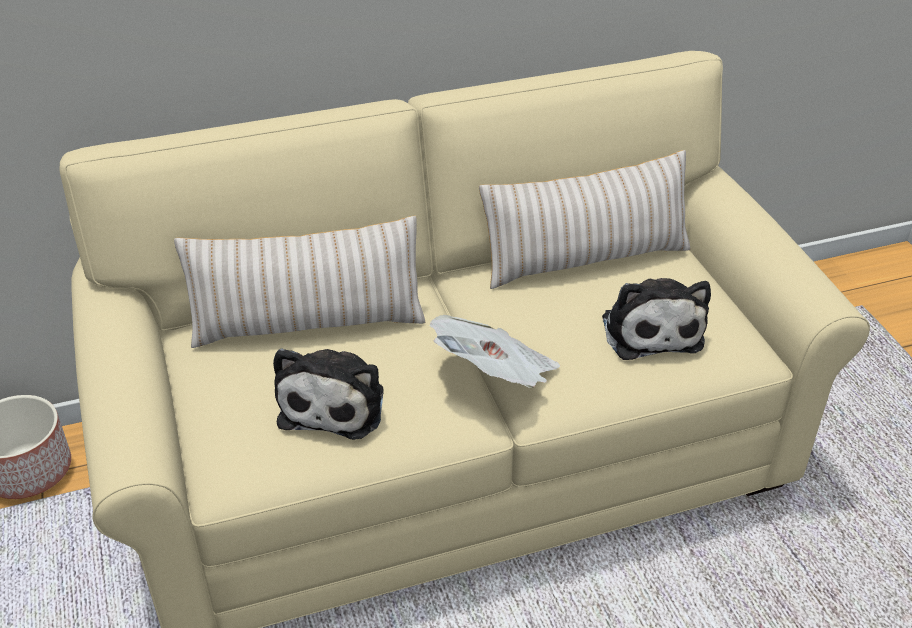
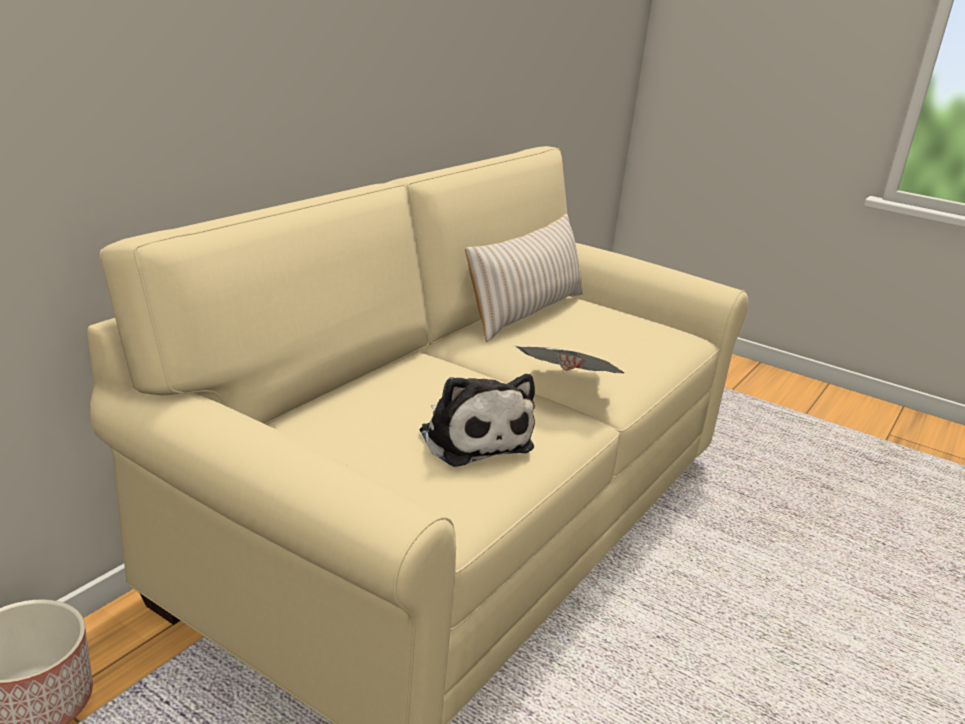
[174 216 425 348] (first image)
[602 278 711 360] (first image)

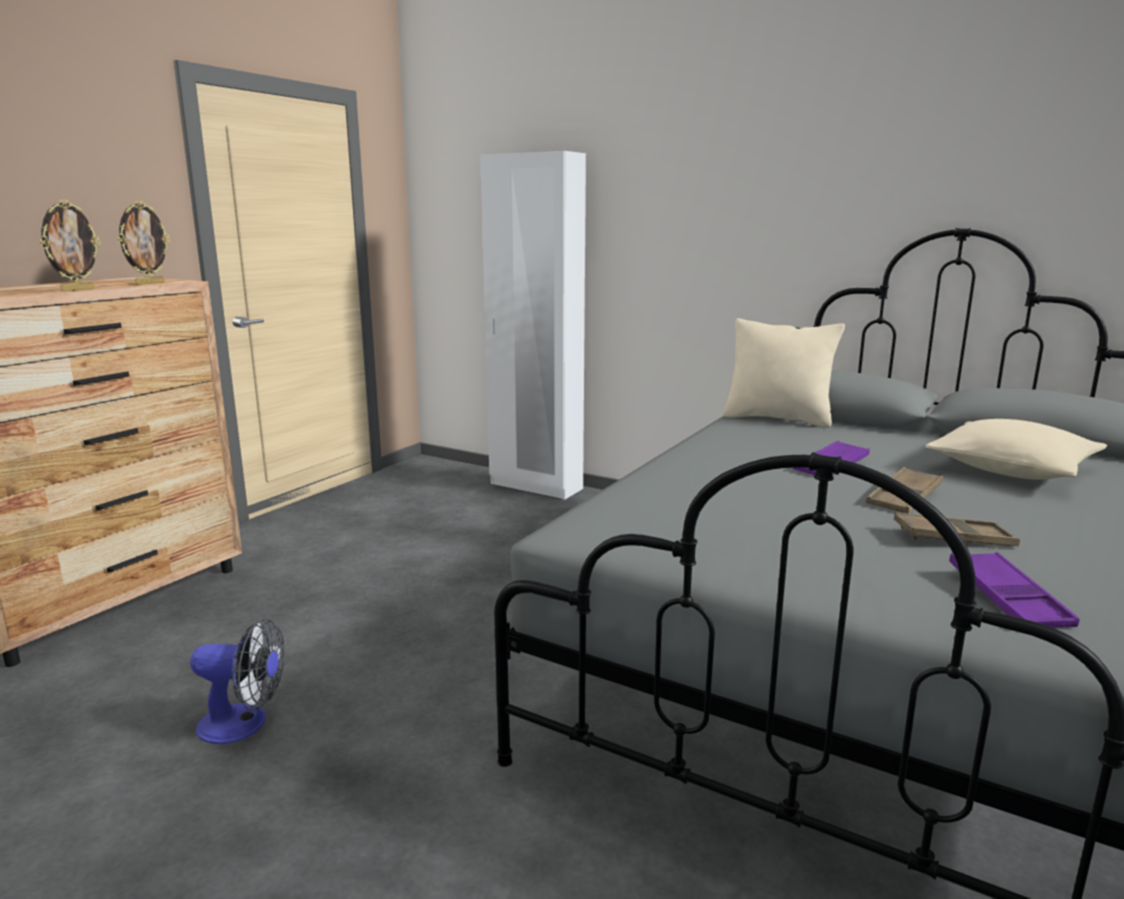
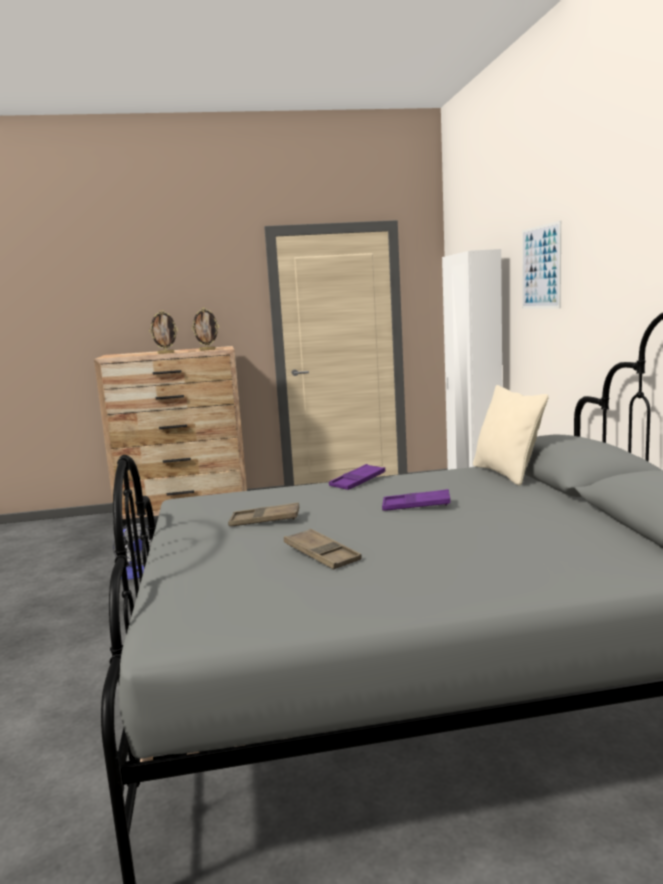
[228 503 300 526]
[329 464 385 490]
[522 221 561 309]
[925 419 1107 480] (first image)

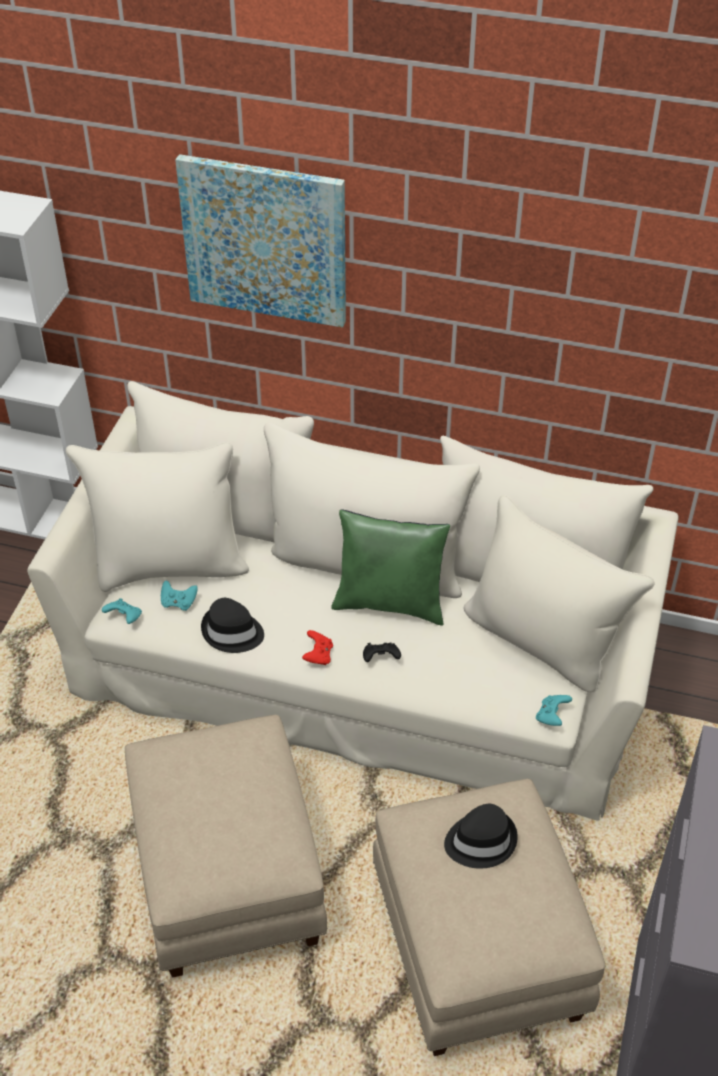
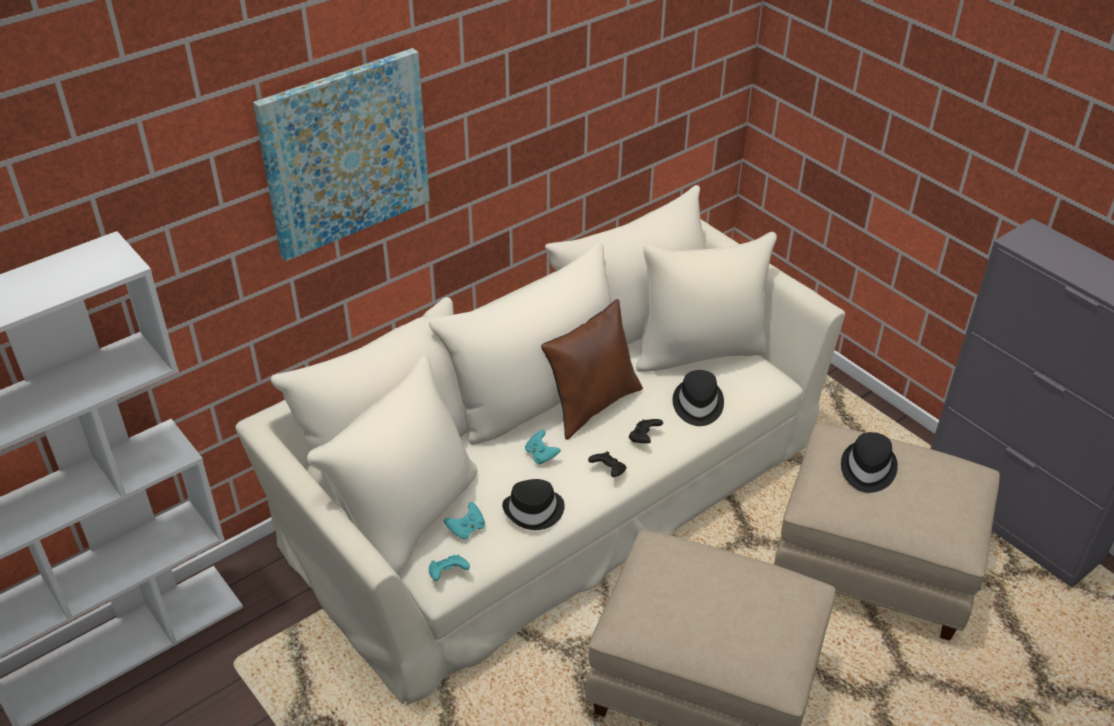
[525 430 561 465]
[541 299 643 440]
[588 451 627 477]
[673 370 724 426]

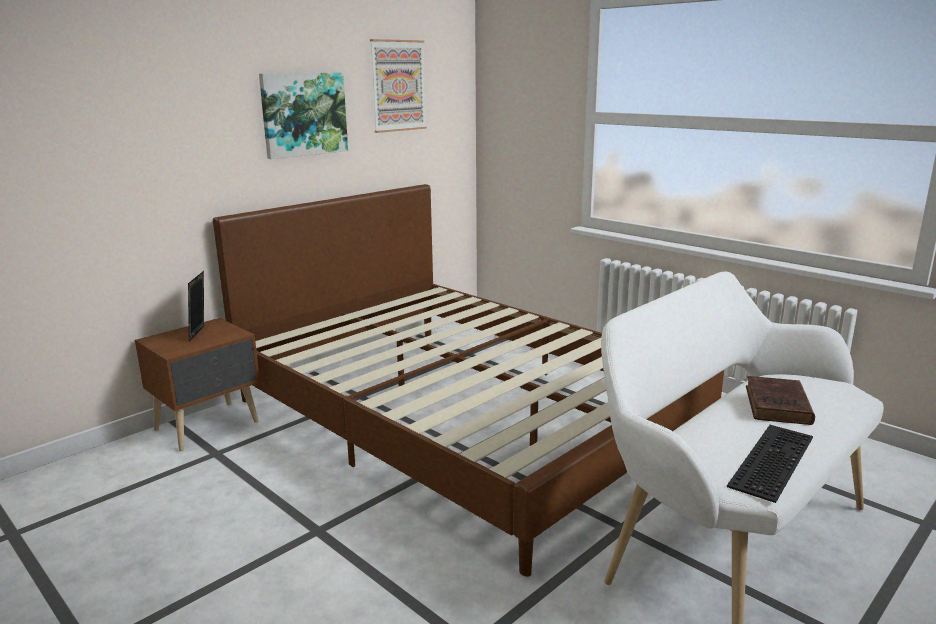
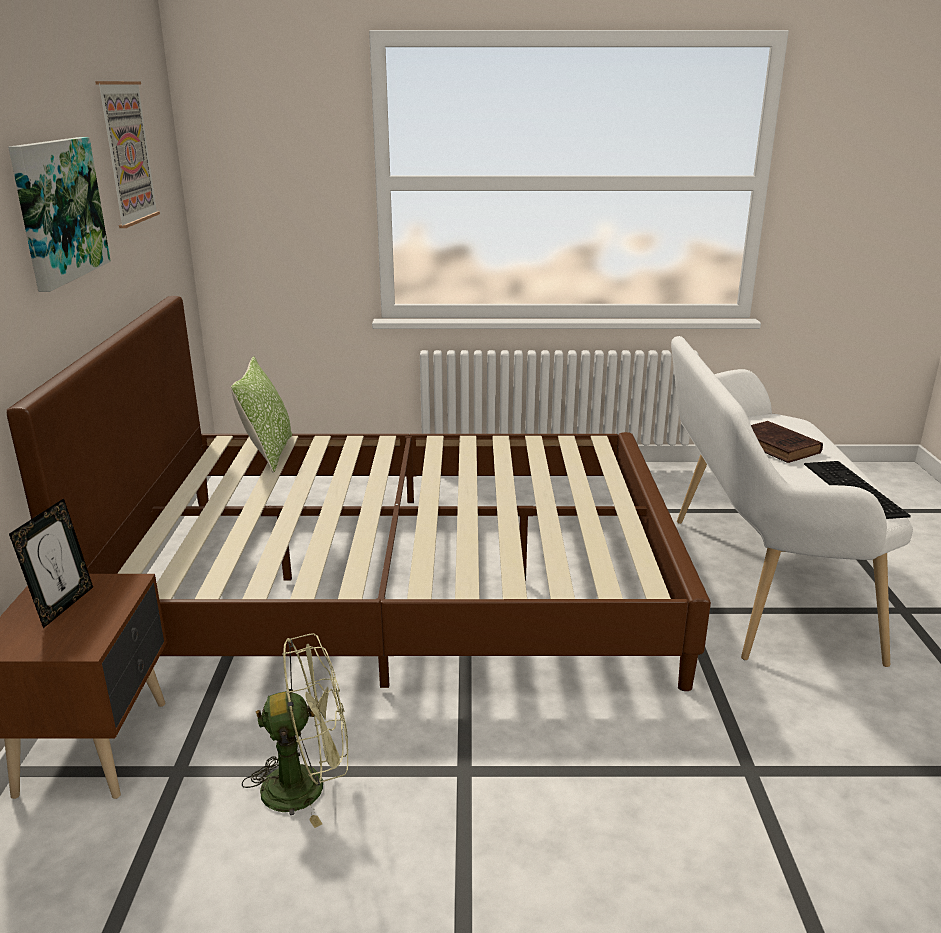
[9 498 93 628]
[231 356 292 473]
[242 633 348 828]

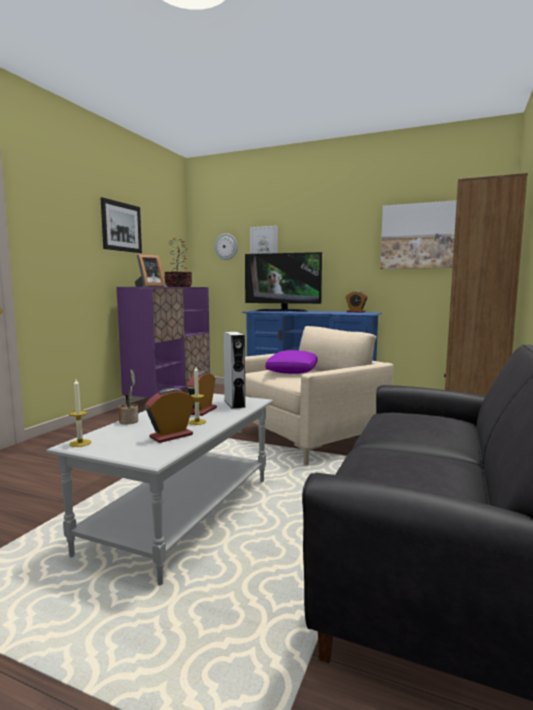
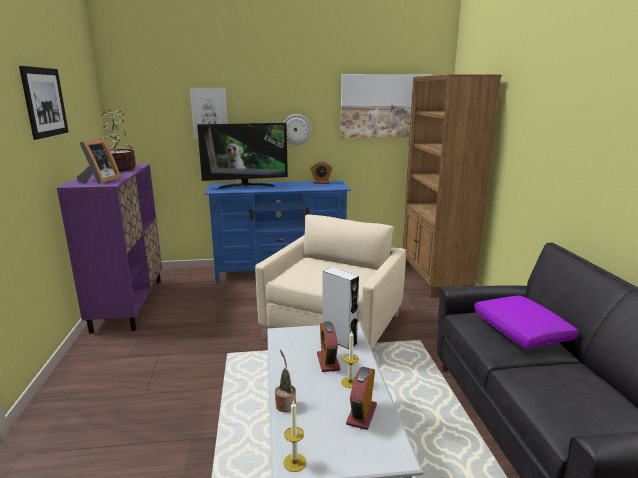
[283 114 312 145]
[474 295 579 349]

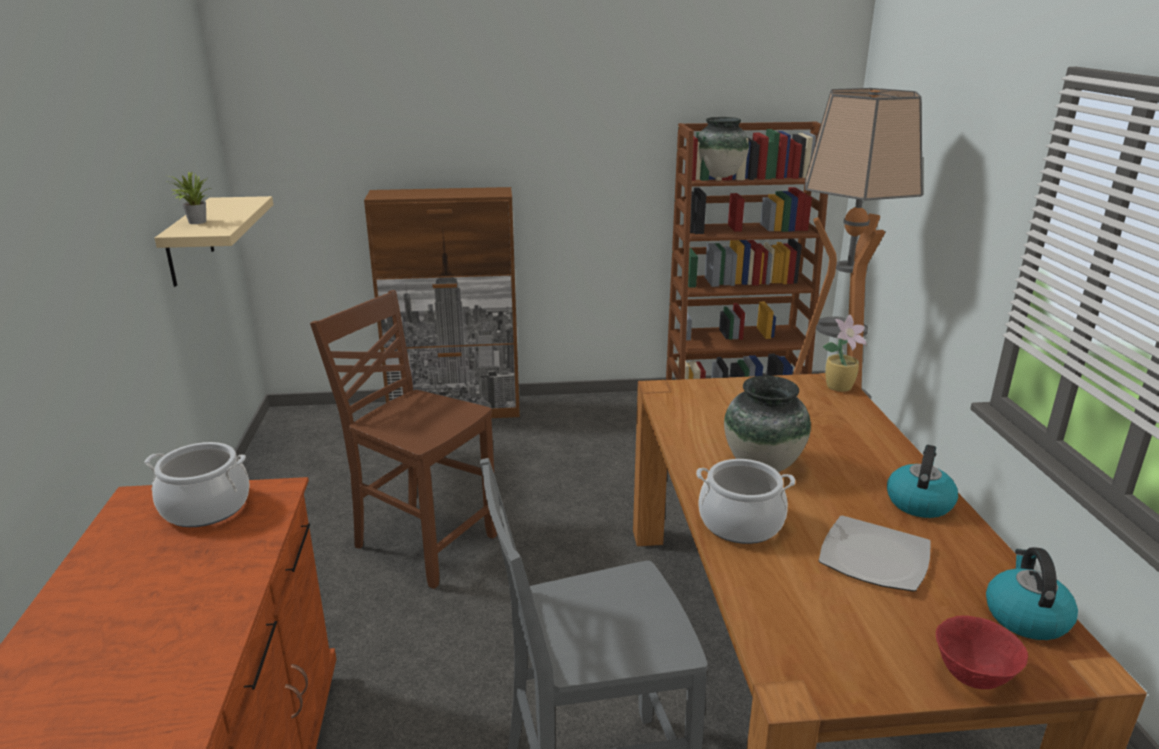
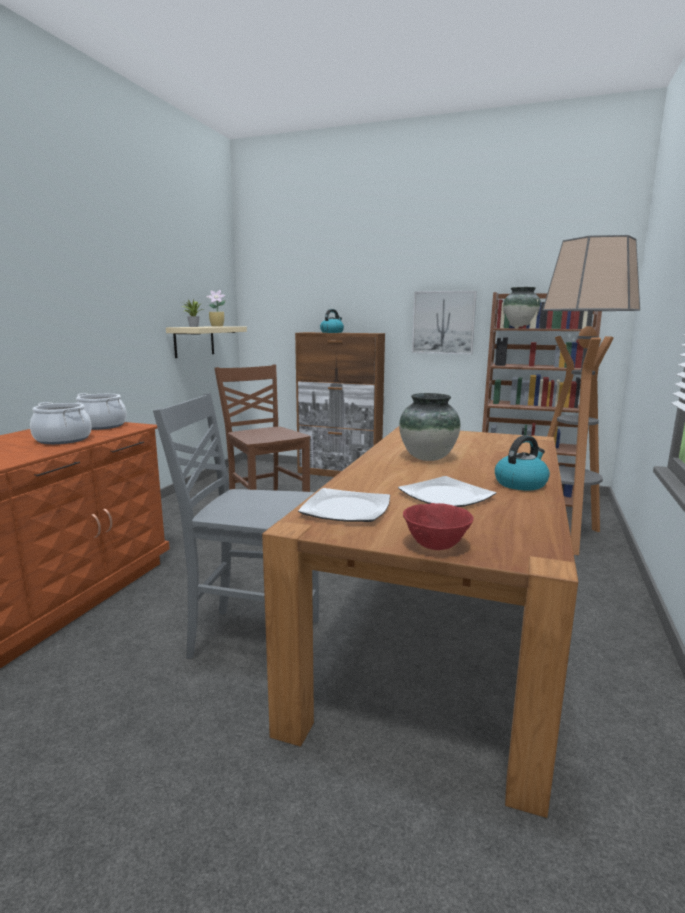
[30 402 92 444]
[206 290 225 327]
[298 488 390 522]
[320 309 344 333]
[412 291 477 355]

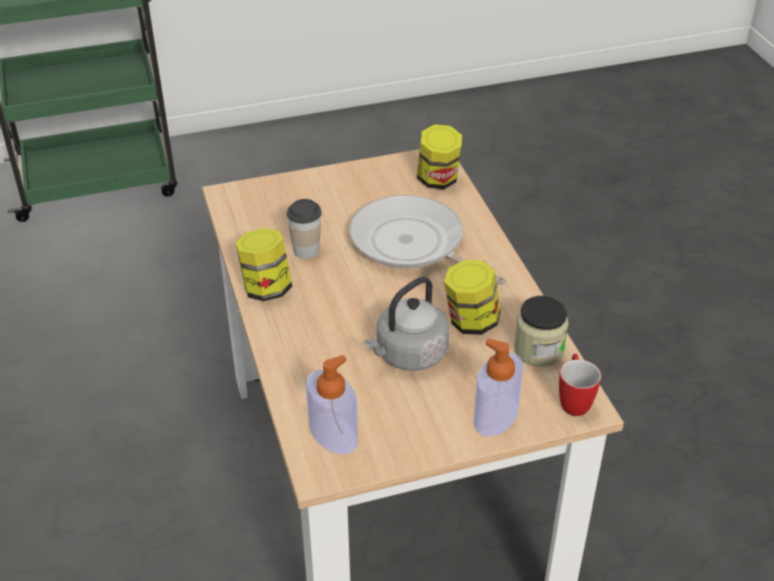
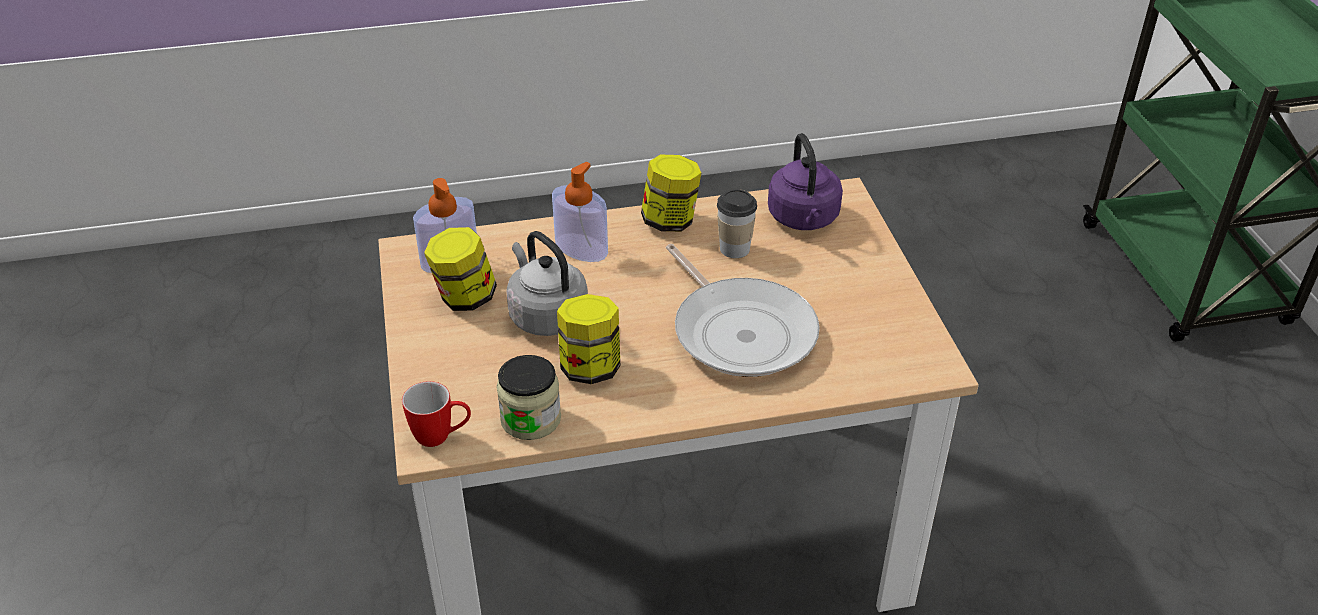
[424 227 497 311]
[552 162 608 262]
[666 244 820 377]
[768 133 843 230]

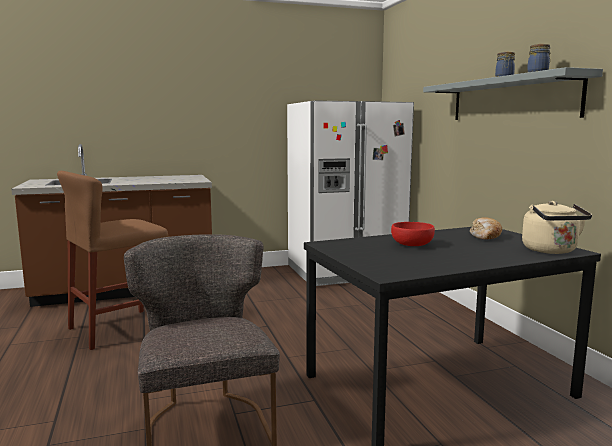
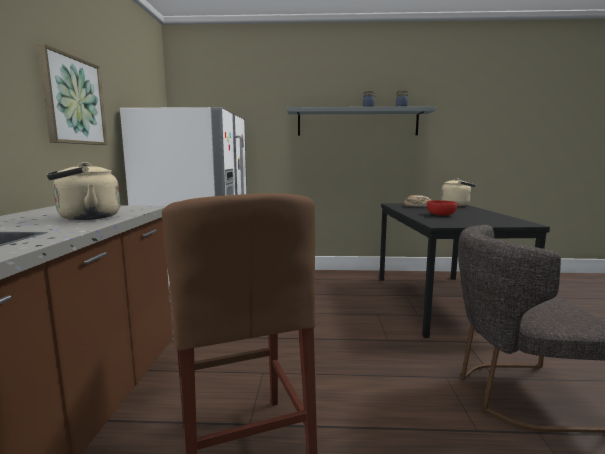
[37 44 107 145]
[47 162 120 220]

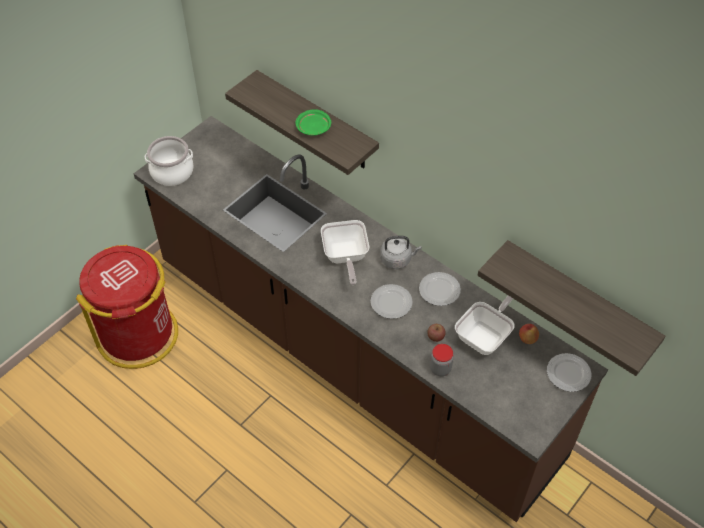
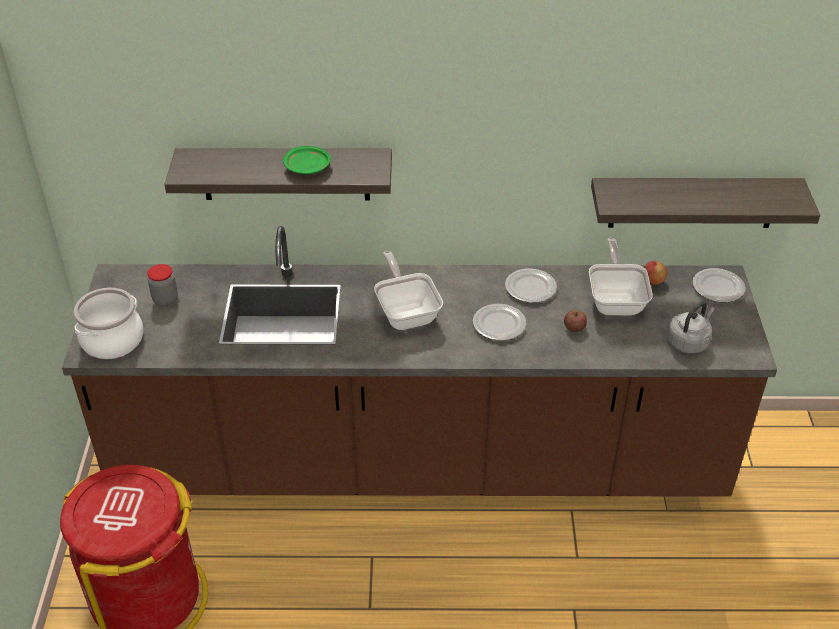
[147 264 178 306]
[374 251 443 330]
[667 301 715 354]

